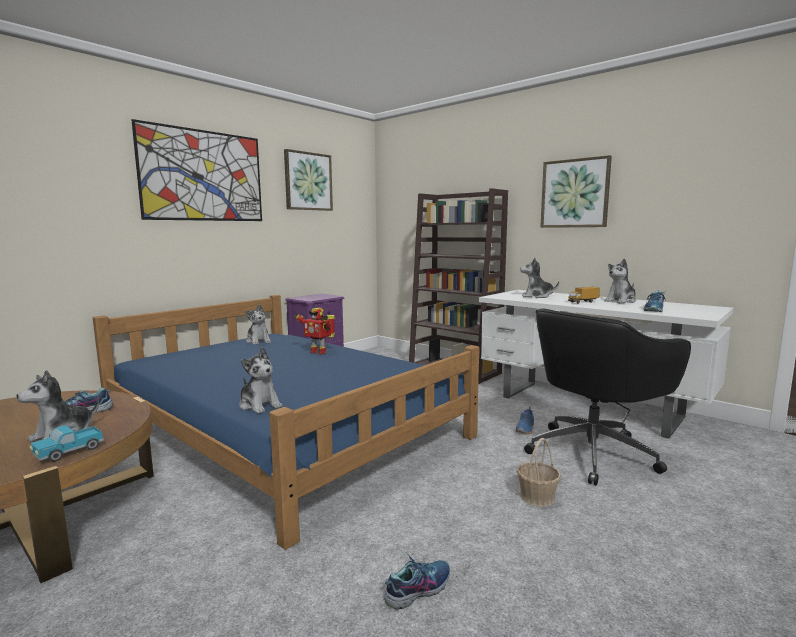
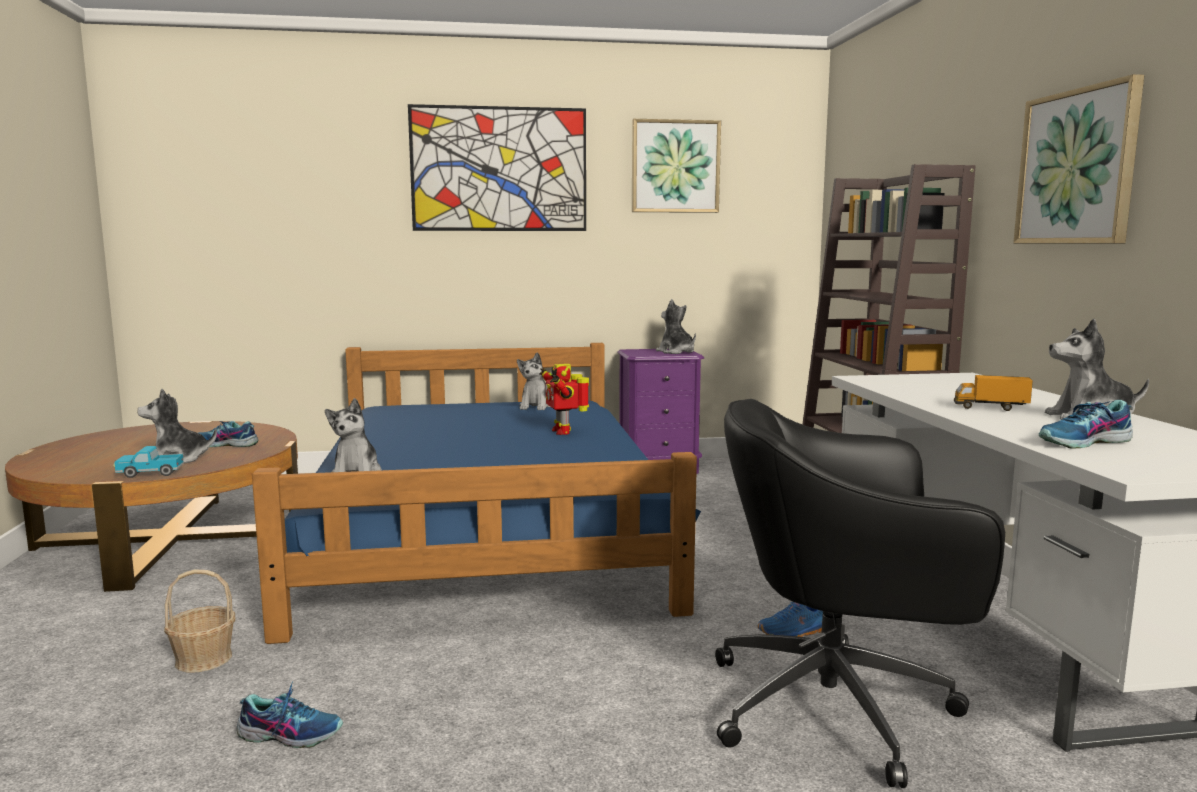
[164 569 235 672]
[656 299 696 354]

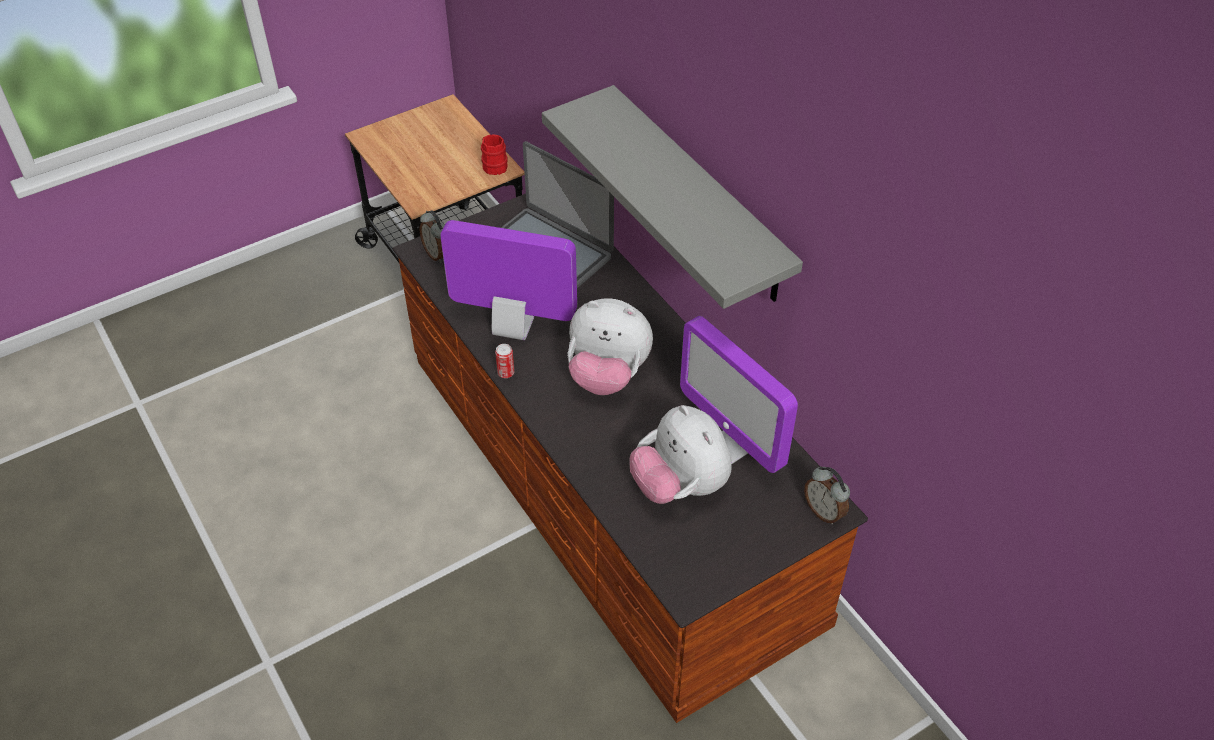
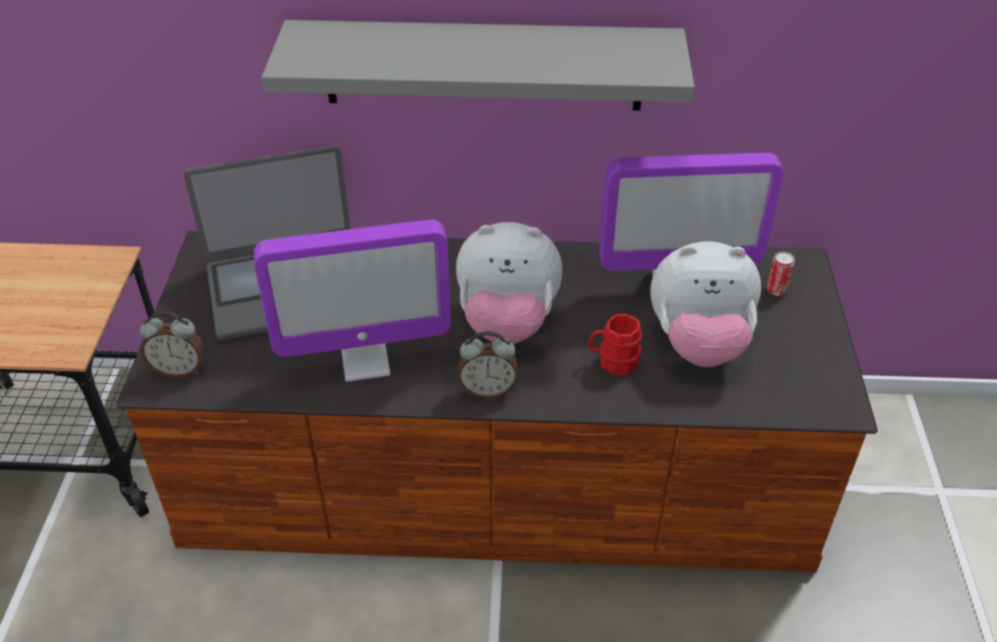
[254 220 451 382]
[456 222 563 344]
[458 331 518 399]
[588 314 642 375]
[767 252 795 296]

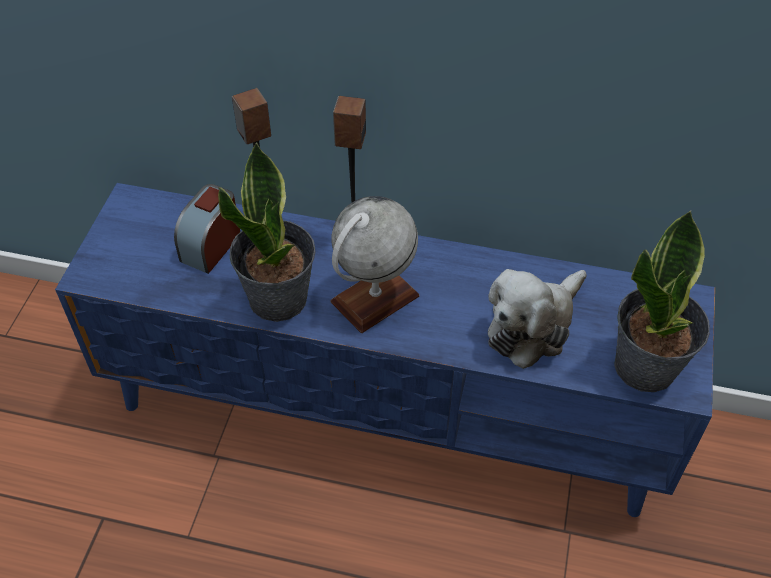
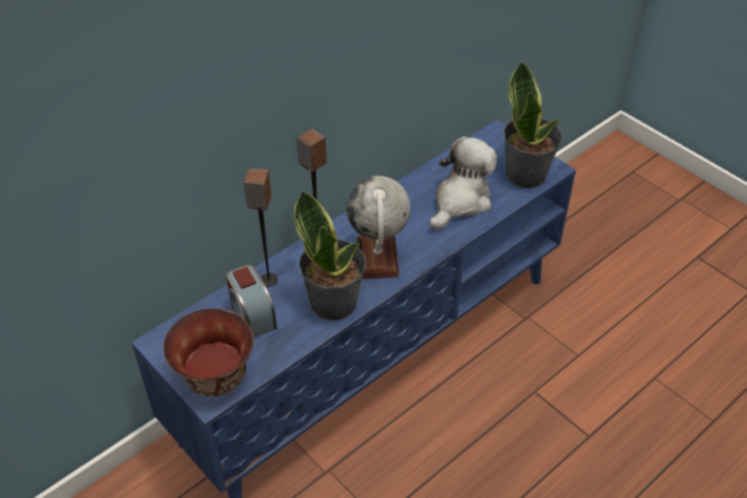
[163 309 254 397]
[430 136 497 230]

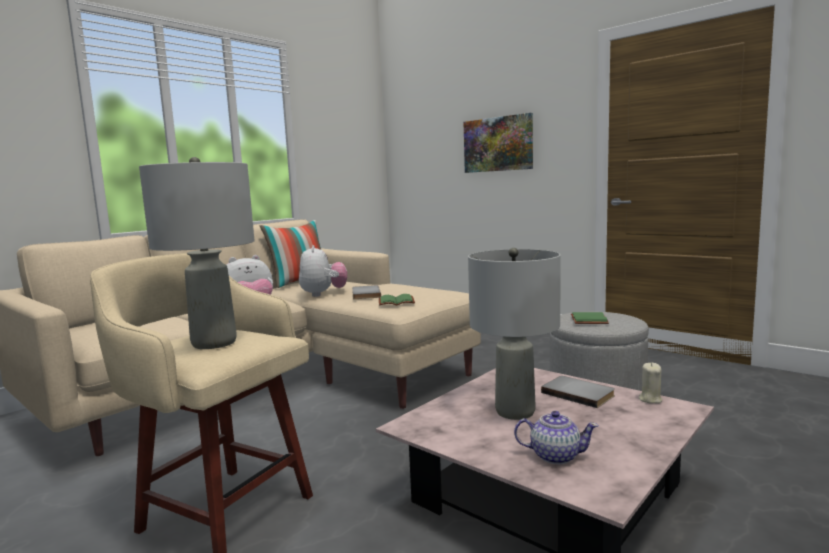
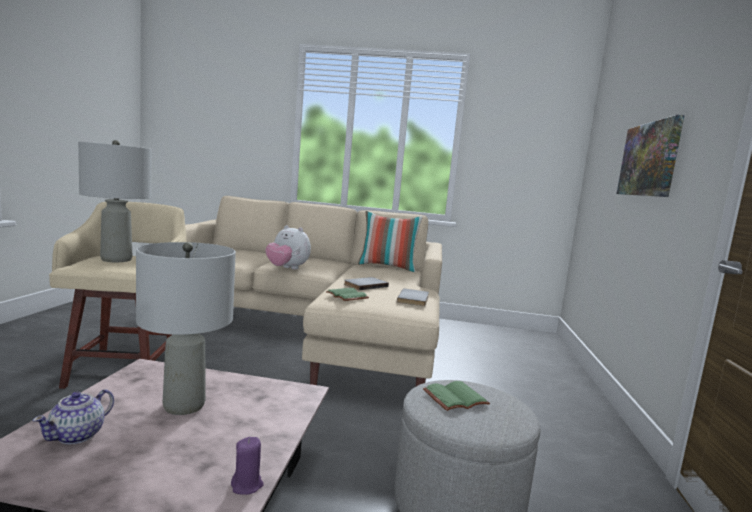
[33 389 114 445]
[231 437 264 495]
[397 288 429 306]
[299 245 347 297] (first image)

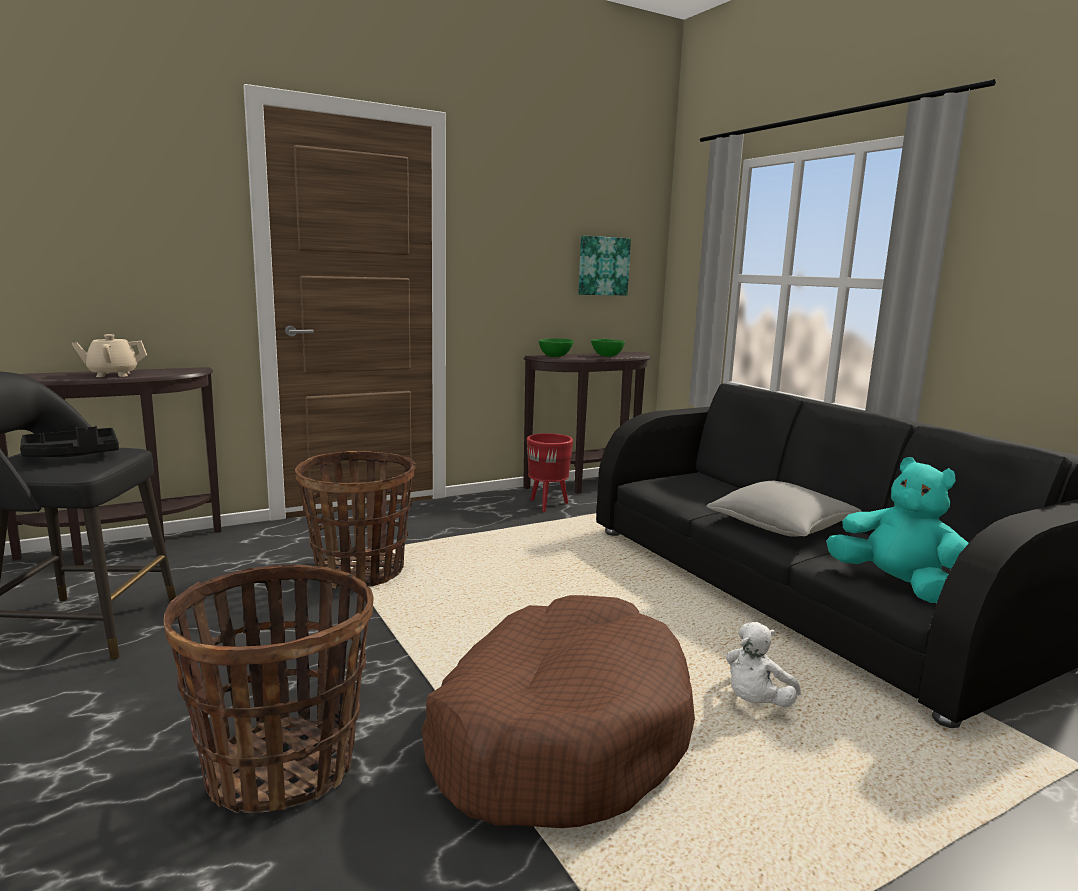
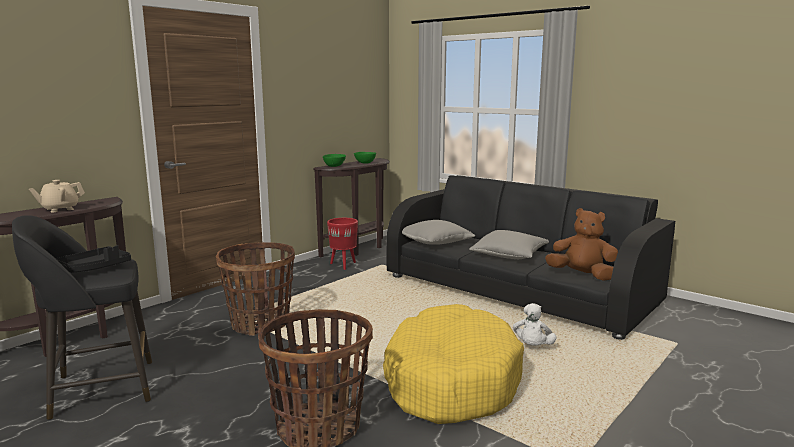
[383 304 524 424]
[402 220 475 245]
[545 208 618 281]
[578 236 631 296] (first image)

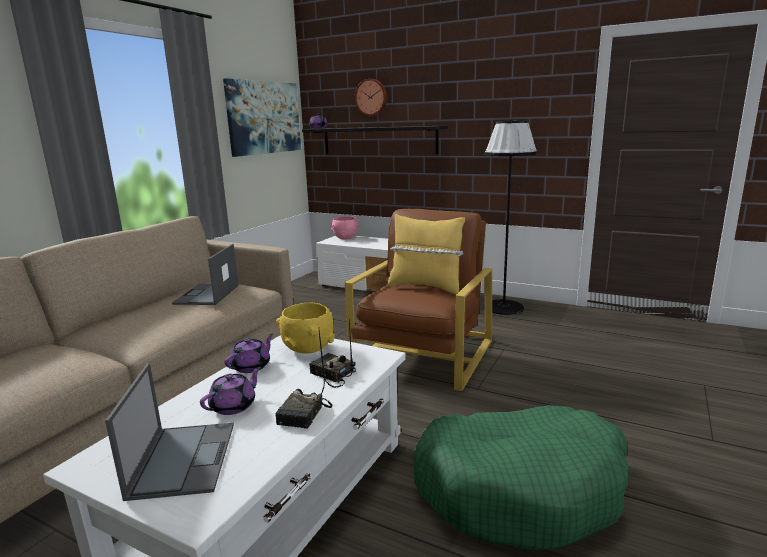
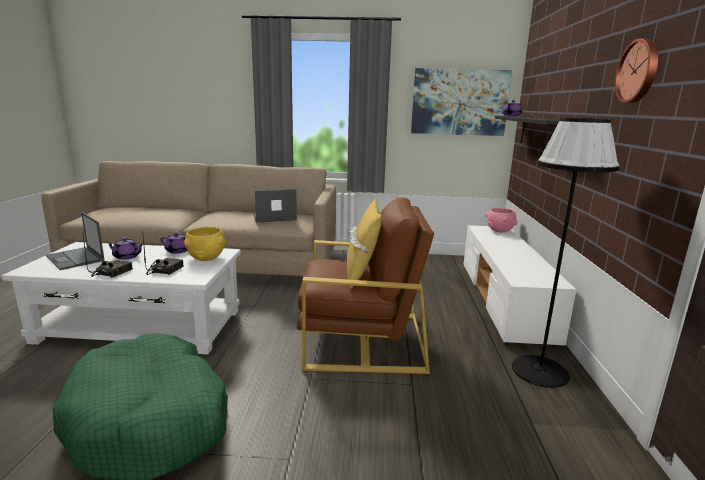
[46 212 105 270]
[83 235 133 278]
[615 38 658 103]

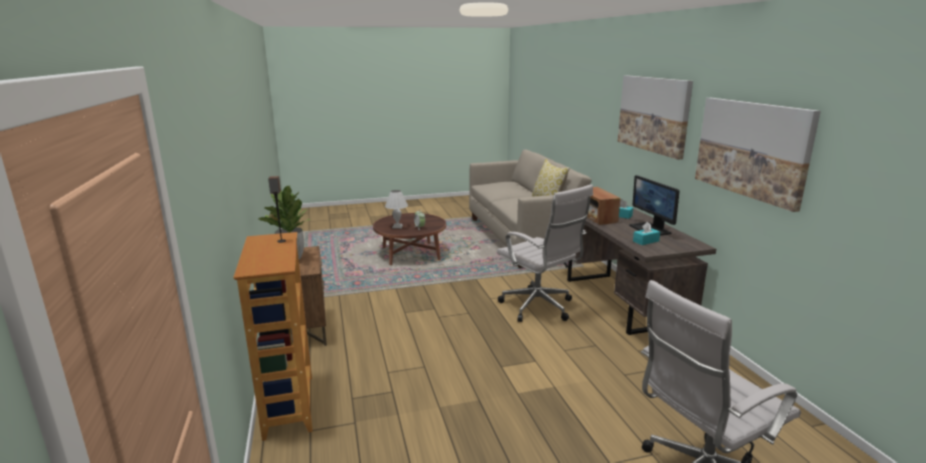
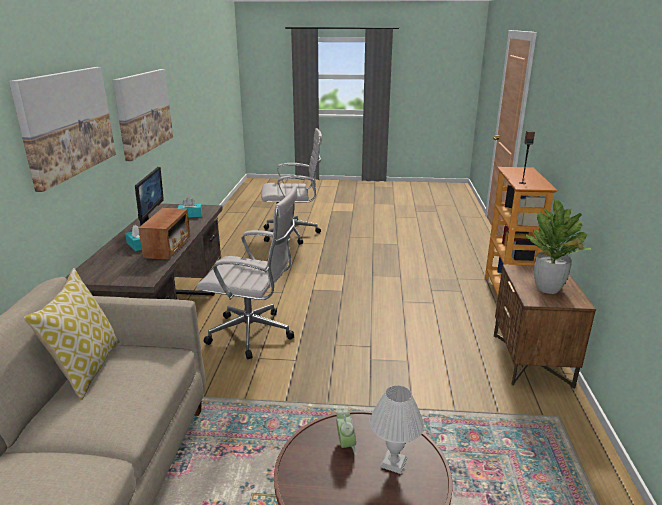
[196 186 298 359]

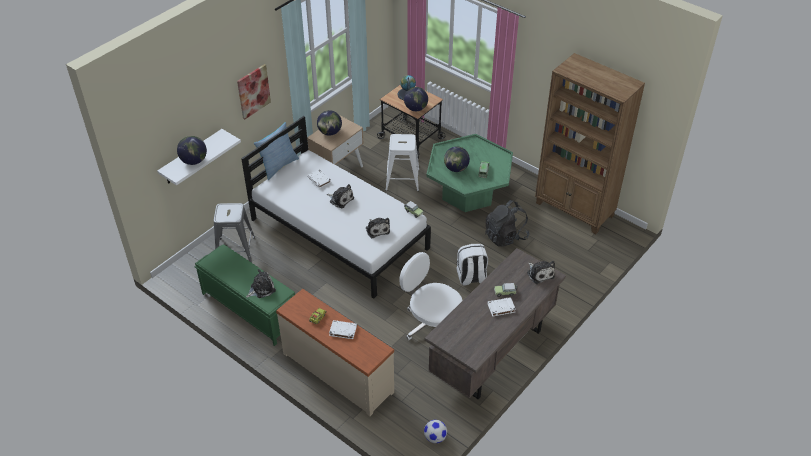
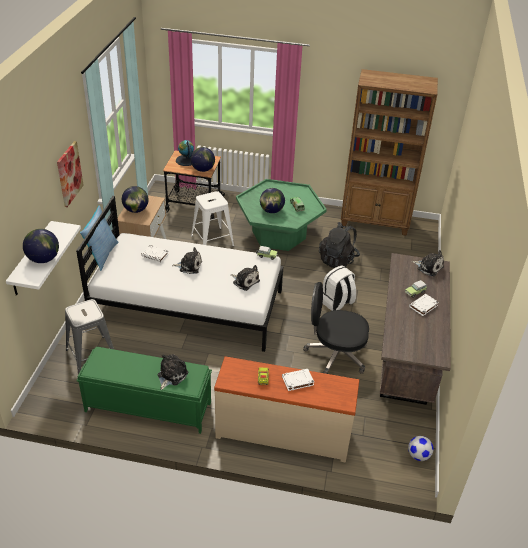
[303 282 369 374]

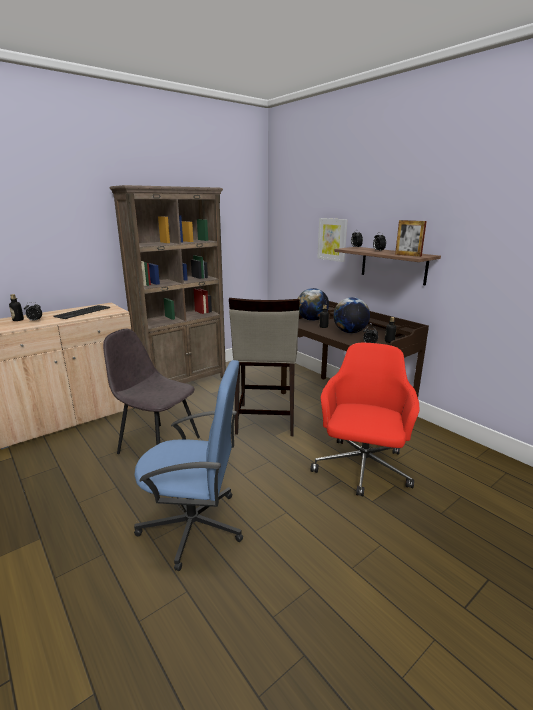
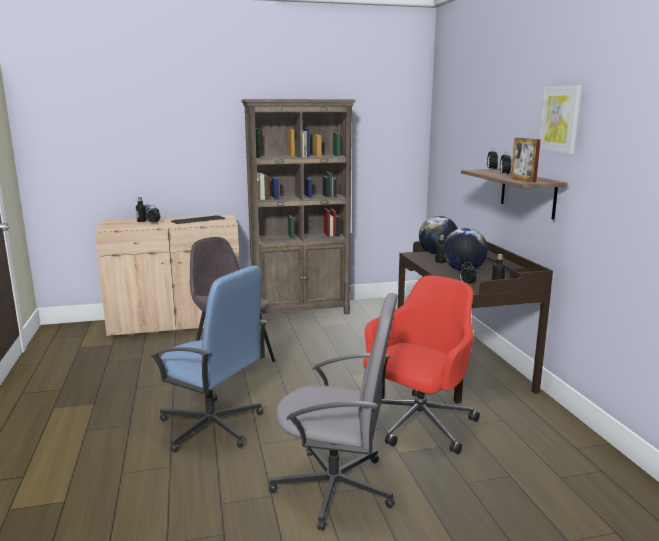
[269 293 398 531]
[539 85 582 154]
[229 298 300 436] (first image)

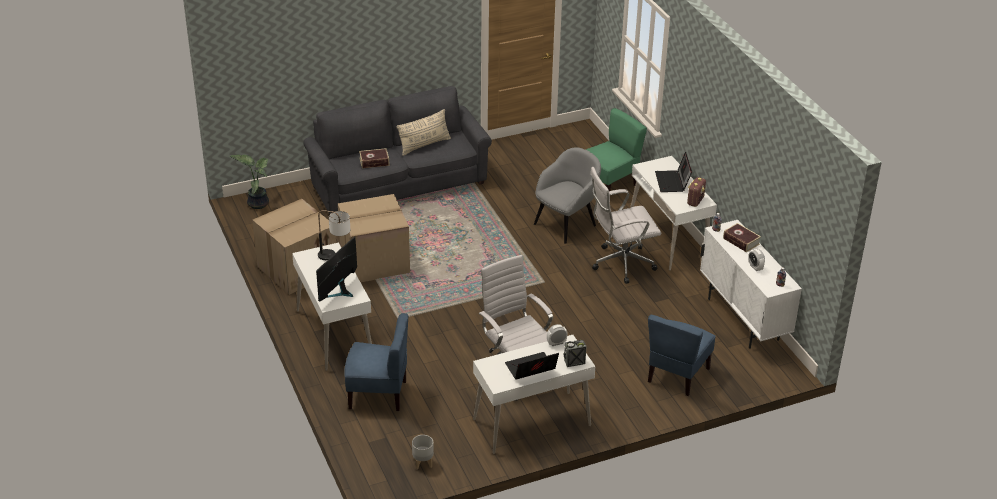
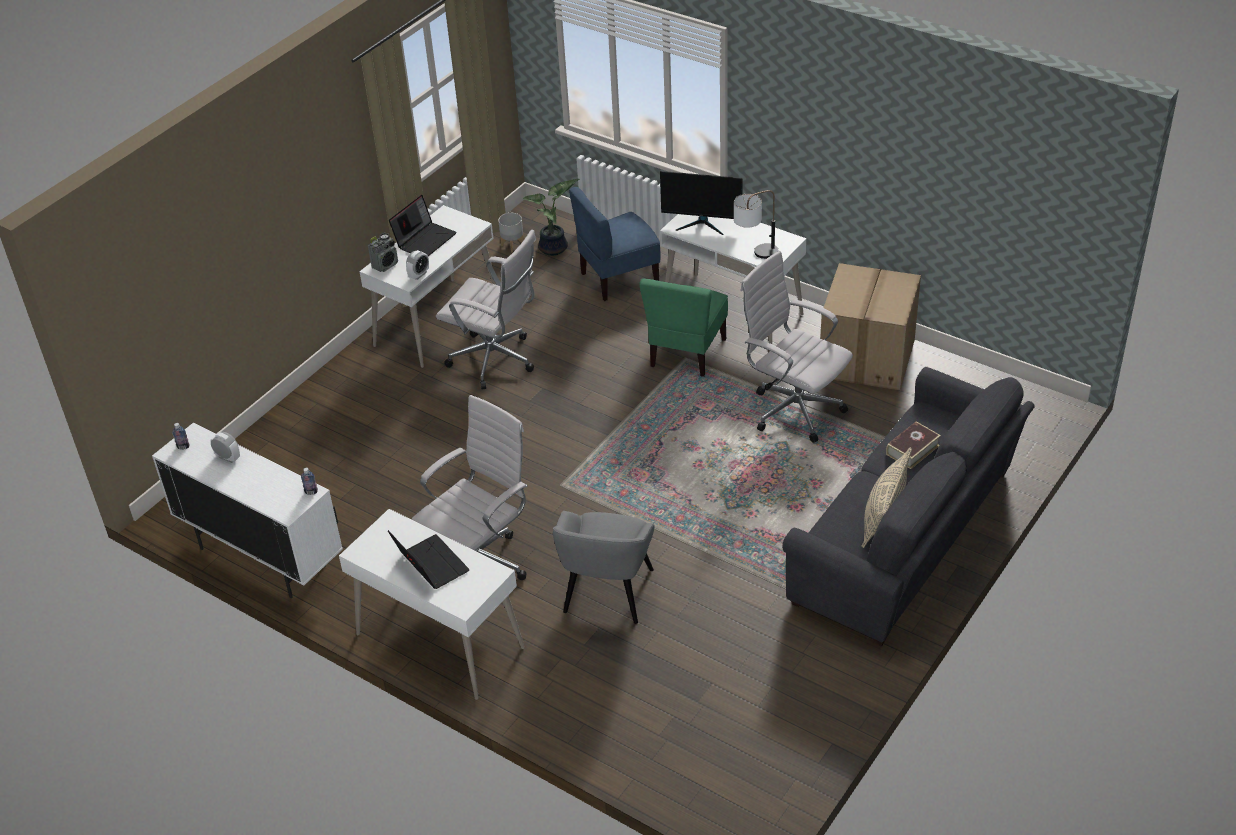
[523 179 580 256]
[639 278 728 377]
[660 171 743 235]
[740 251 853 443]
[648 314 716 396] (first image)
[687 177 706 207] (first image)
[723 223 761 252] (first image)

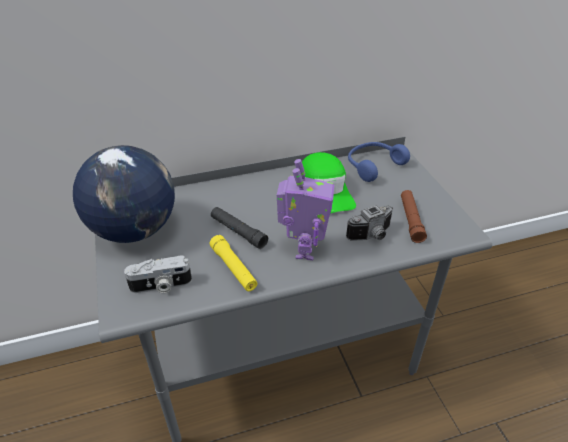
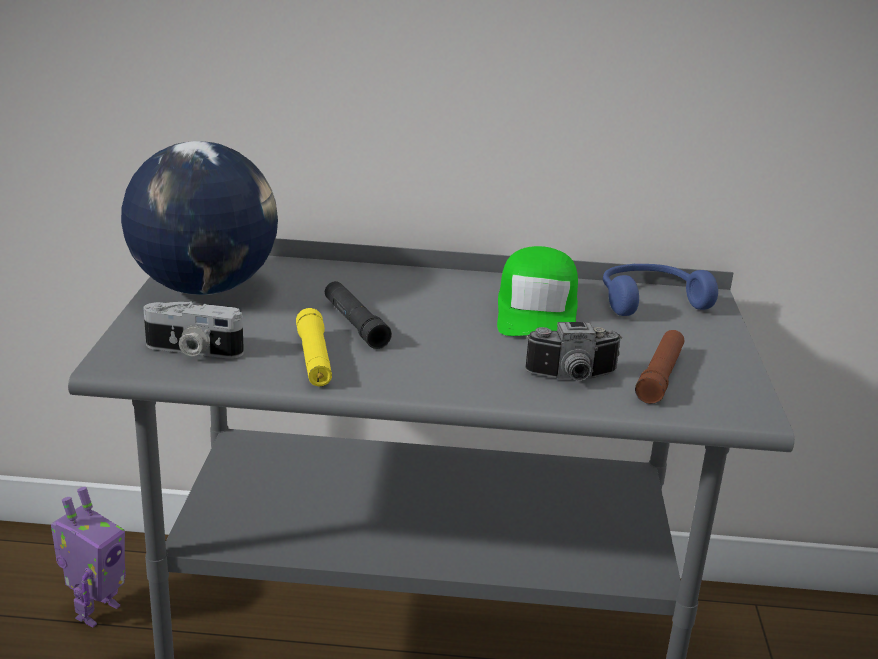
[51 487 126 627]

